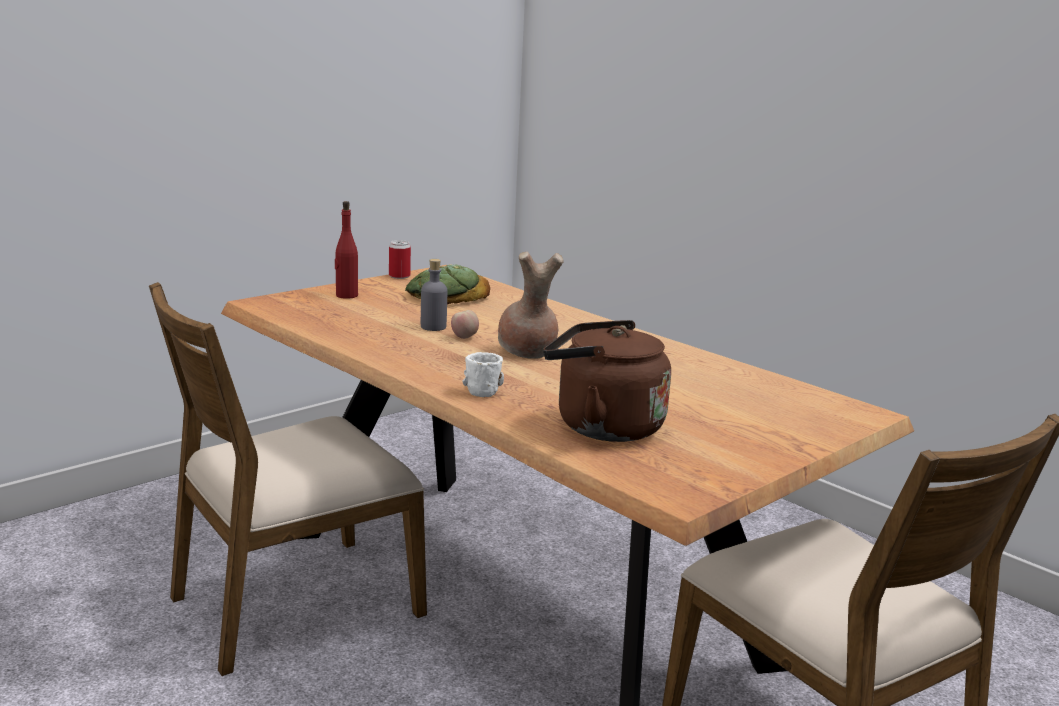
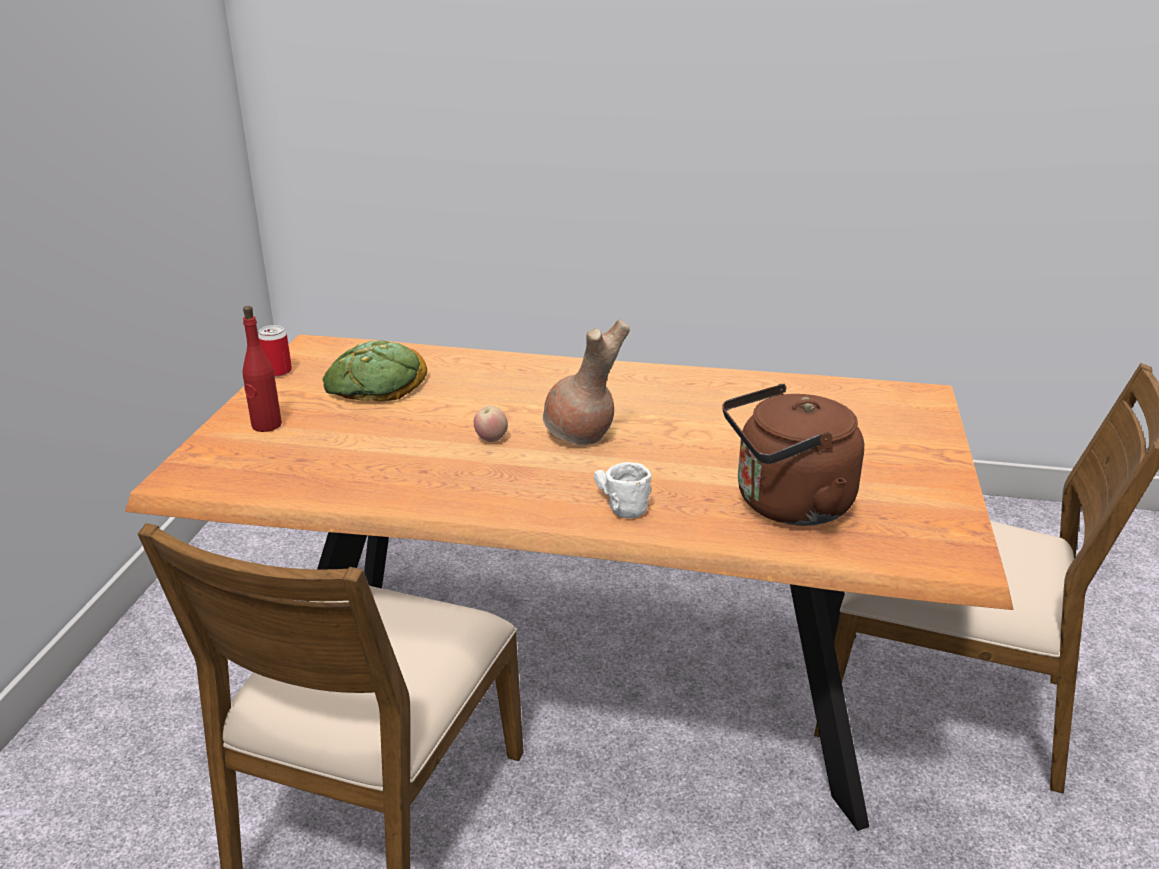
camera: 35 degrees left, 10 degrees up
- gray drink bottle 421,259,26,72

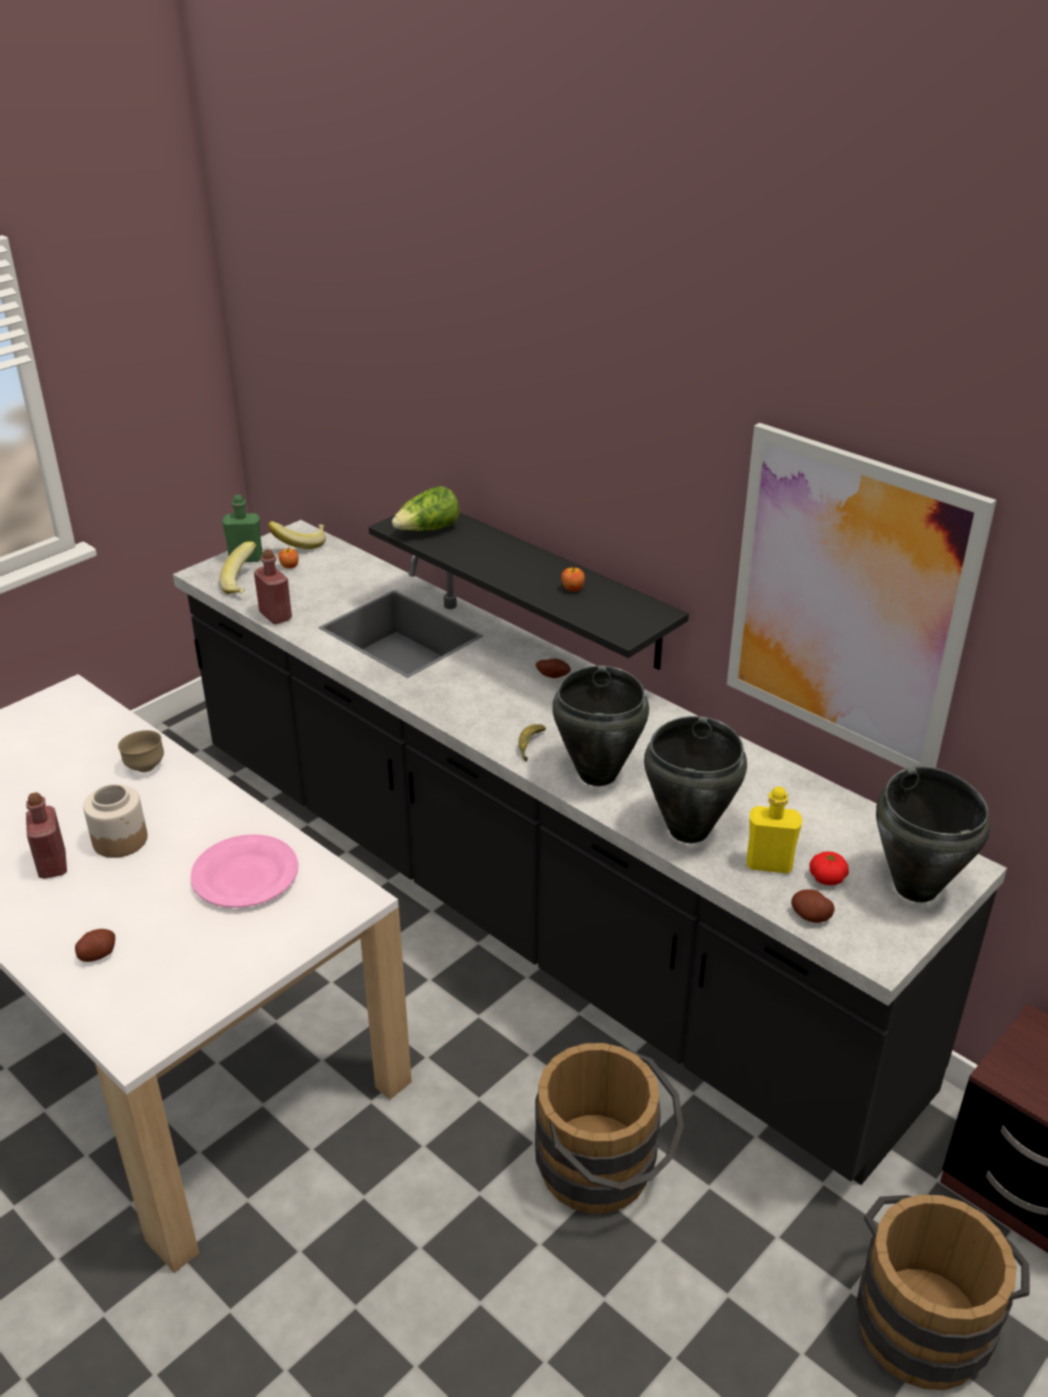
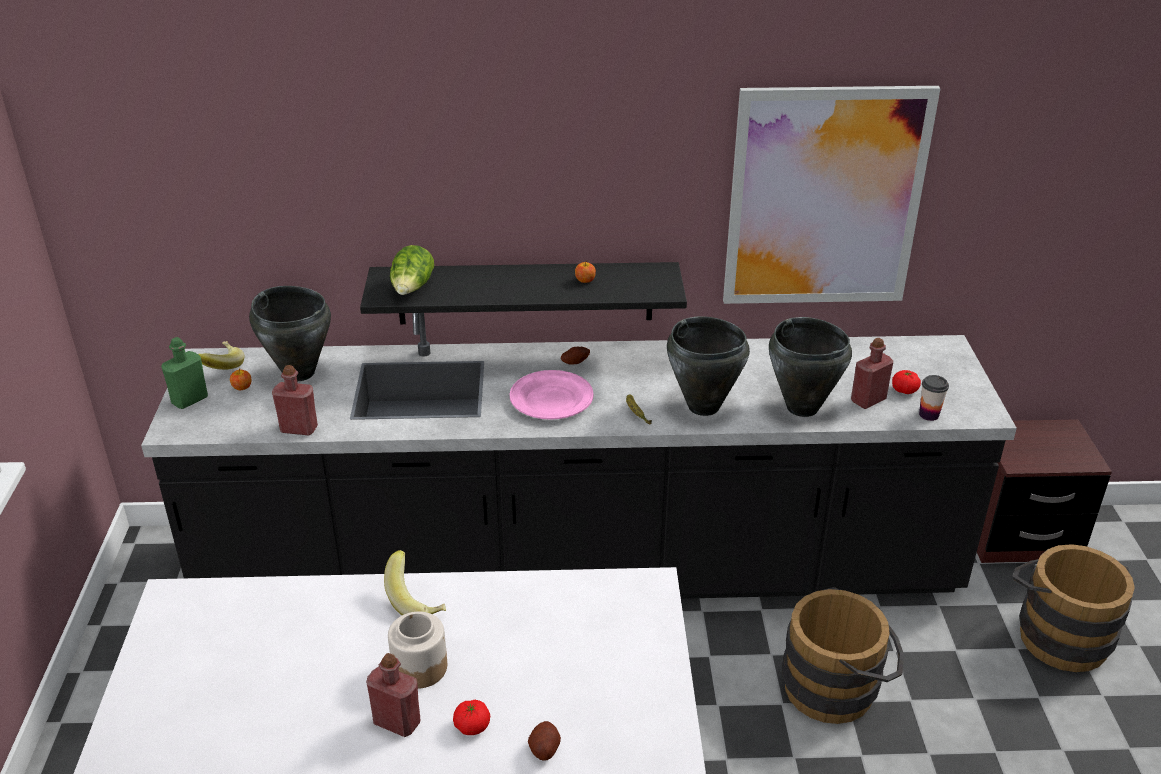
camera: 45 degrees left, 0 degrees up
- brown-coloured deep dish 118,730,46,42
~ pink-coloured flat dish 190,834,108,74 to 510,370,84,50
~ banana 219,541,37,53 to 384,550,62,65
~ yellow drink bottle 747,787,55,86 to red-coloured drink bottle 851,338,42,71
~ potato 791,889,44,34 to drinking cup 919,375,30,46
~ black stockpot 876,766,114,136 to 249,286,82,95
+ tomato 453,700,37,35

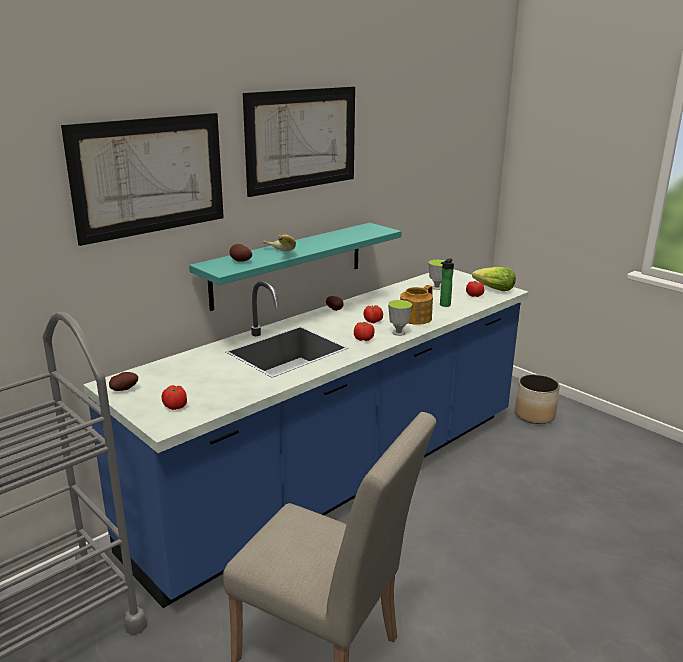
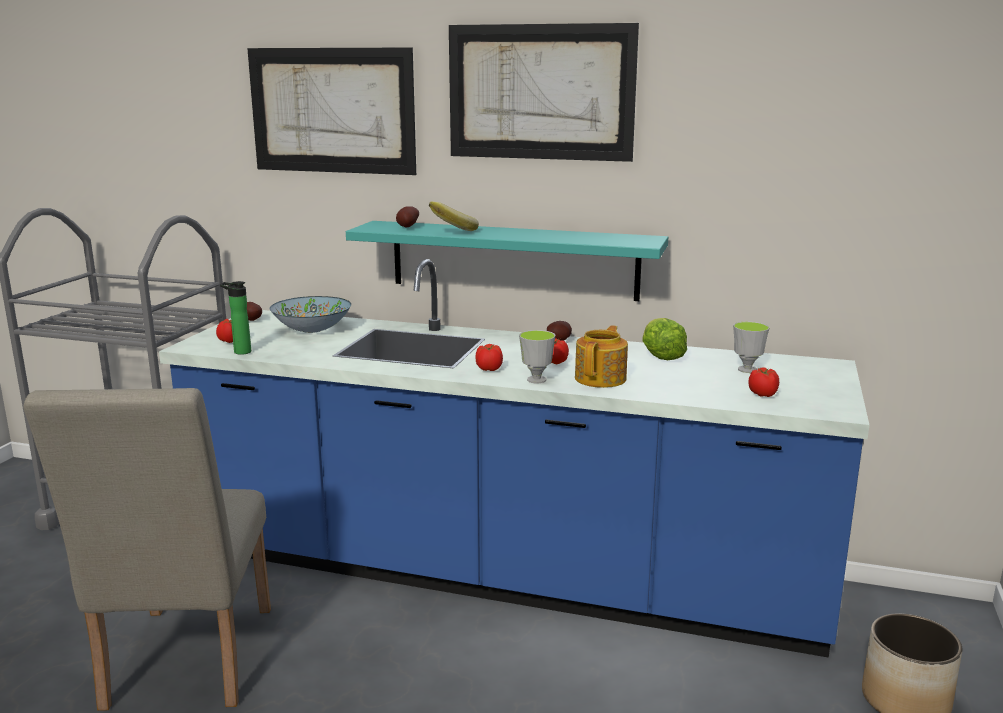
camera: 60 degrees right, 5 degrees down
~ pot for tea 400,285,33,40 = 575,325,53,63 105 degrees clockwise
~ drink bottle 440,258,14,49 to 220,281,31,74
~ lettuce head 472,267,44,24 to 643,318,44,42
+ deep dish 270,296,81,37

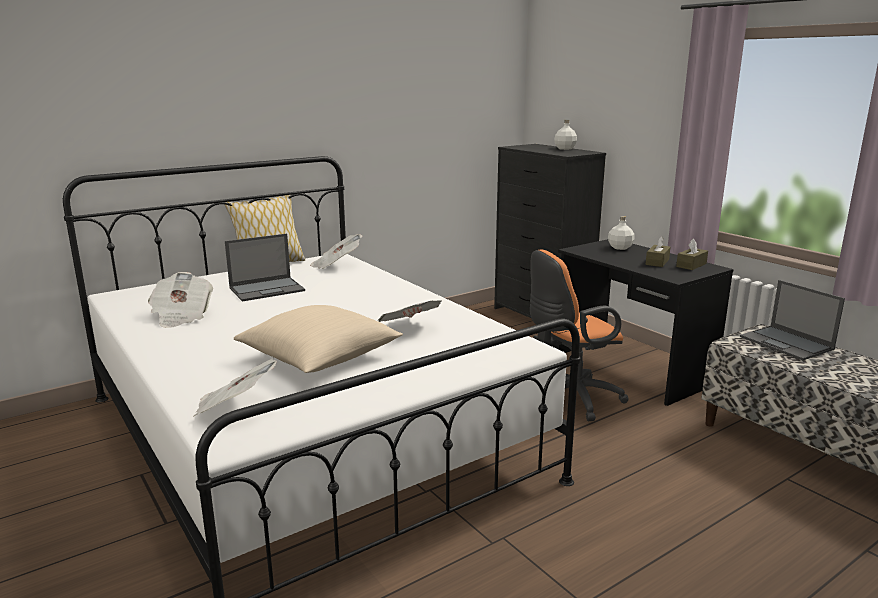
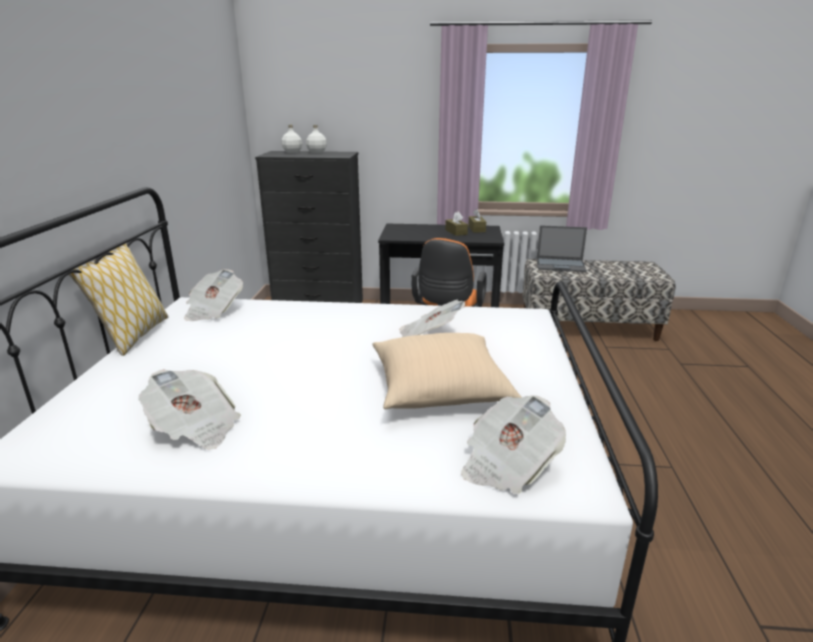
camera: 50 degrees left, 5 degrees up
- notebook computer 225,234,80,67
~ white drink bottle 608,216,27,34 to 281,125,21,28

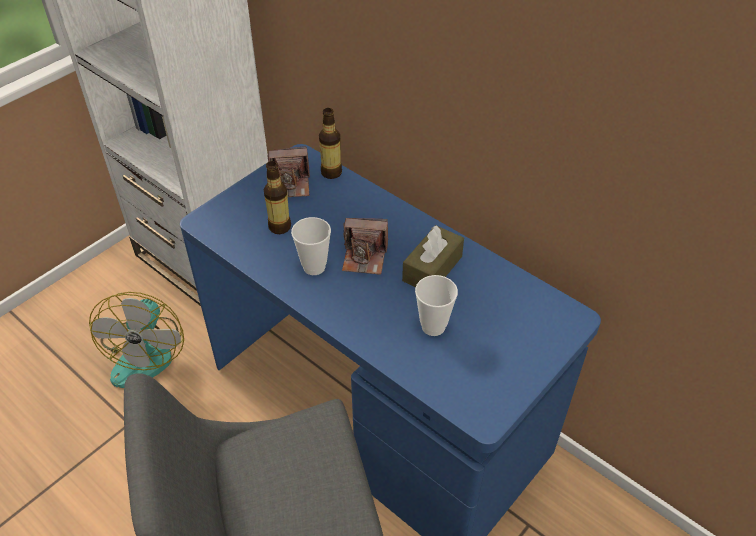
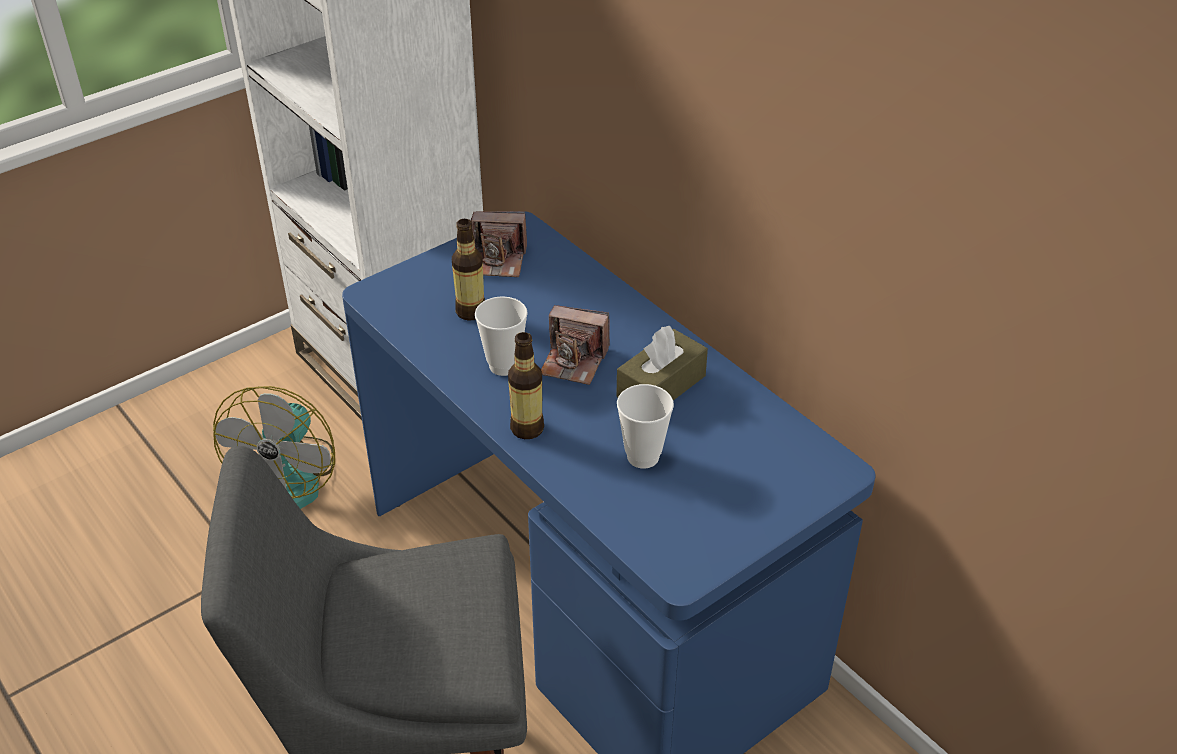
camera: 10 degrees right, 5 degrees down
~ drink bottle 319,108,23,71 to 508,332,36,107

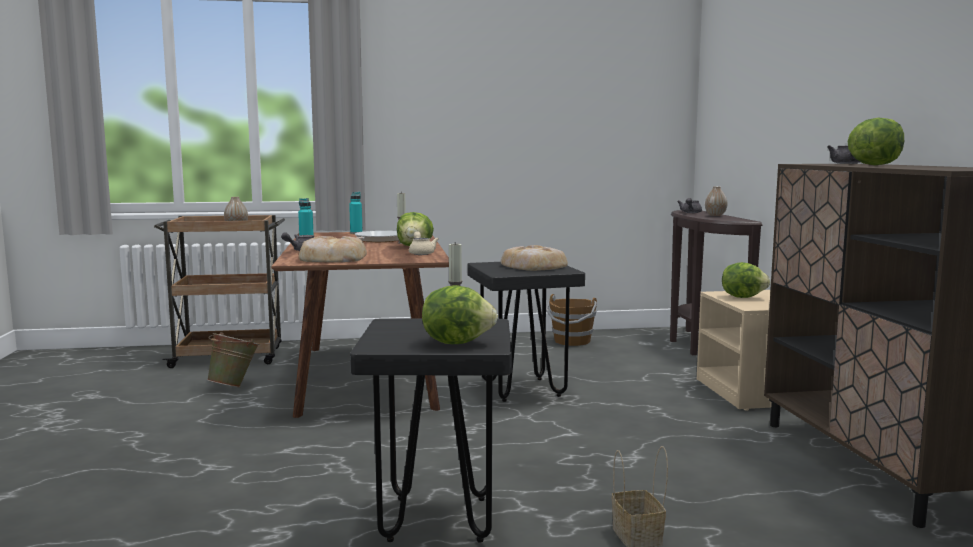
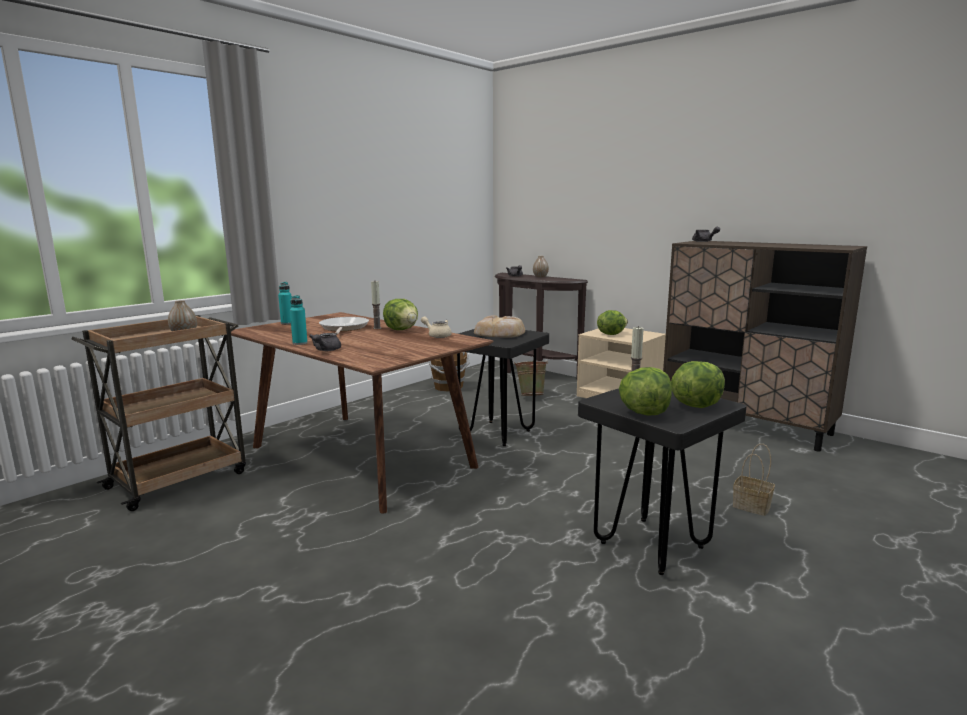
camera: 40 degrees left, 5 degrees up
~ green bucket 207,332,53,55 to 514,361,34,35
- bakery bread 299,236,68,26
~ lettuce head 848,118,56,47 to 619,367,53,49

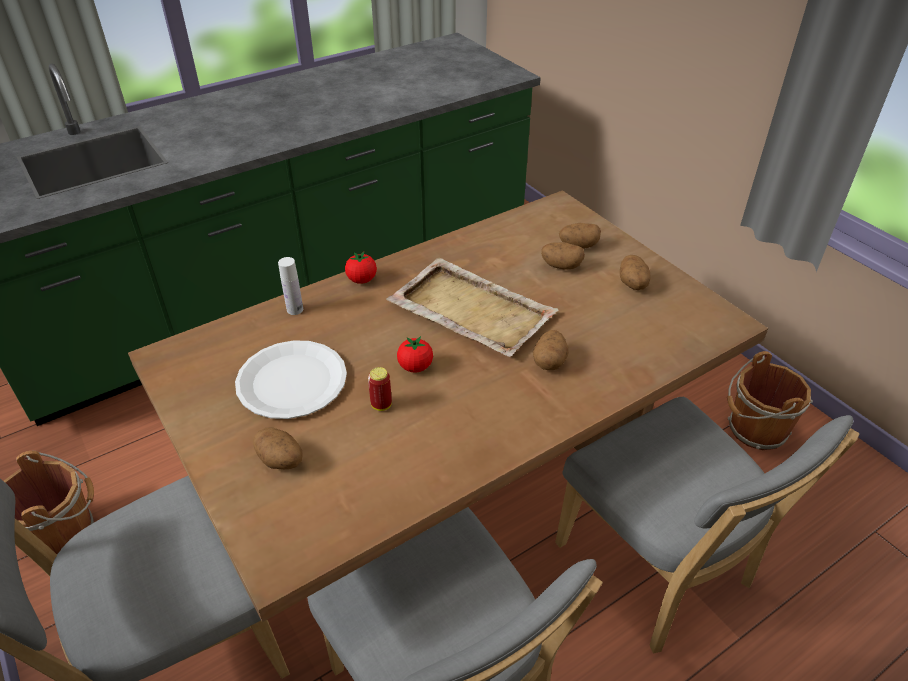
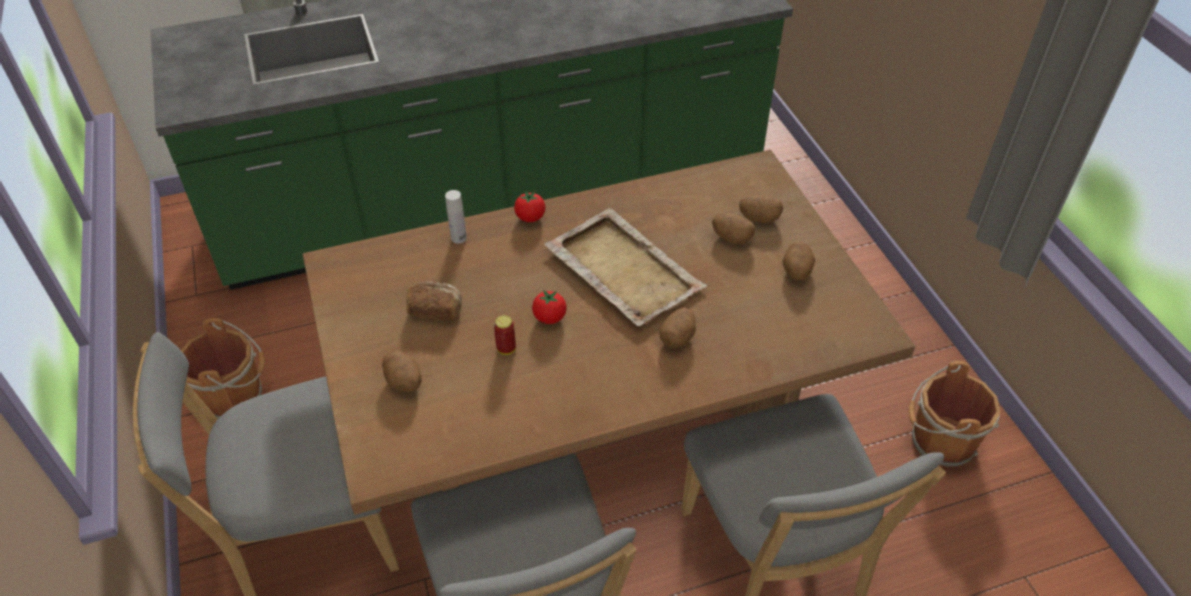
camera: 15 degrees right, 5 degrees up
~ white flat dish 235,340,112,79 to bakery bread 406,281,56,40

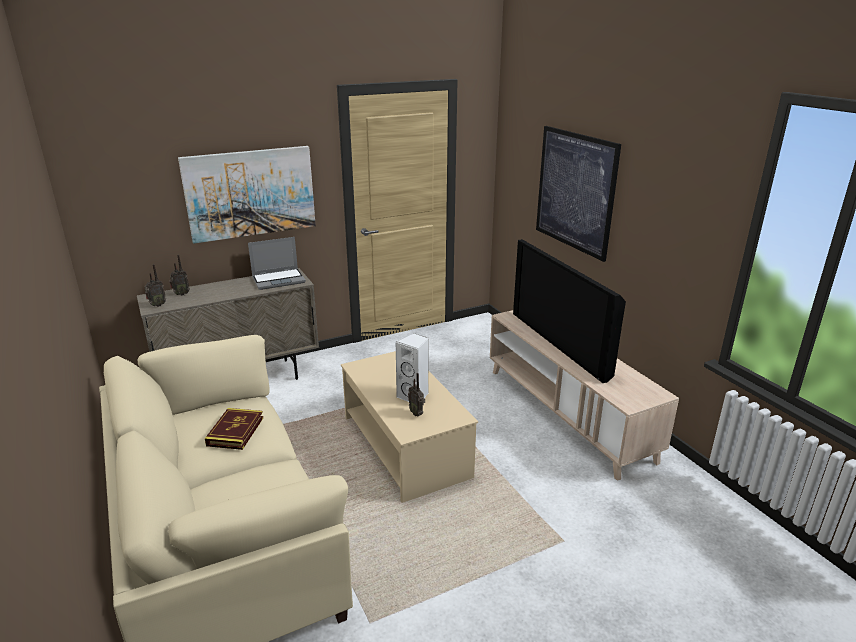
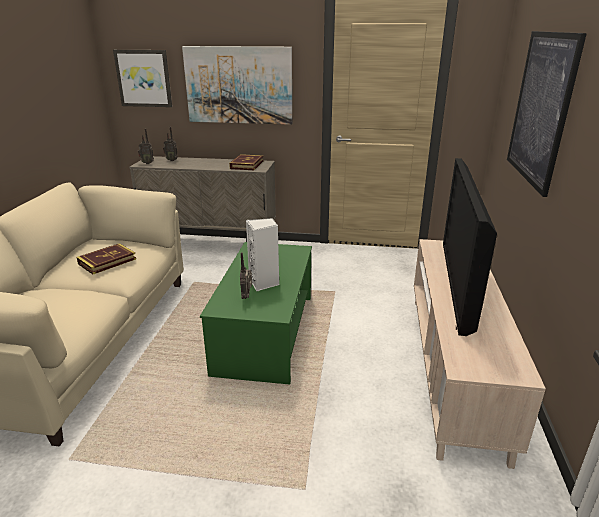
camera: 35 degrees right, 0 degrees up
~ notebook computer 248,237,58,53 to book 229,154,34,16
~ beige-coloured lounge table 341,351,137,152 to green lounge table 200,242,112,143
+ wall art 113,50,59,57

